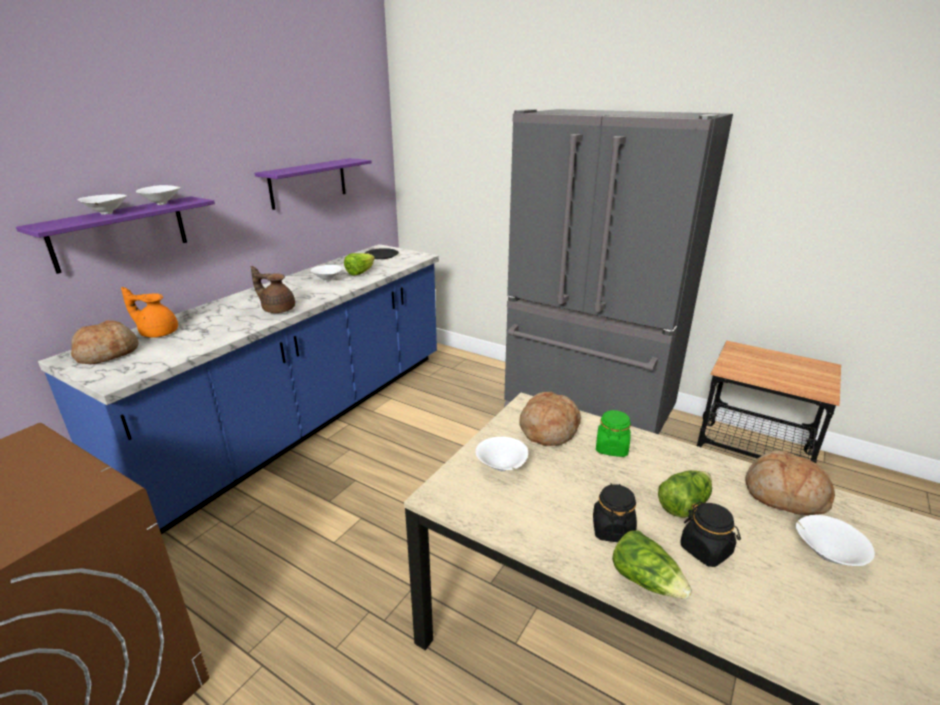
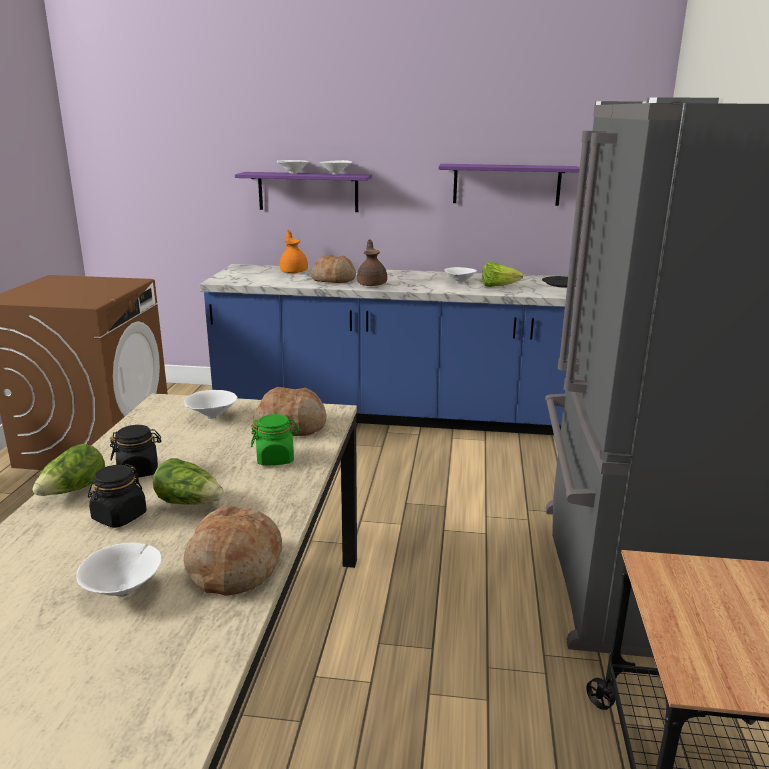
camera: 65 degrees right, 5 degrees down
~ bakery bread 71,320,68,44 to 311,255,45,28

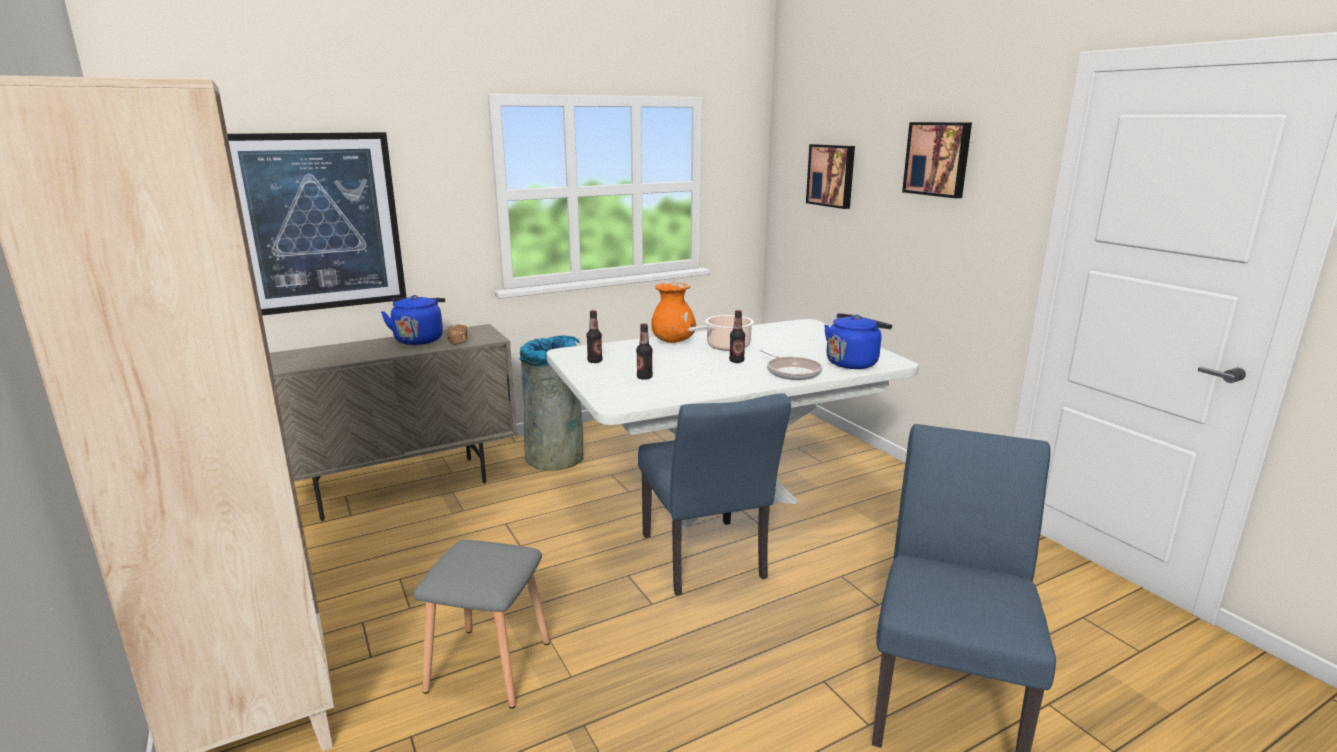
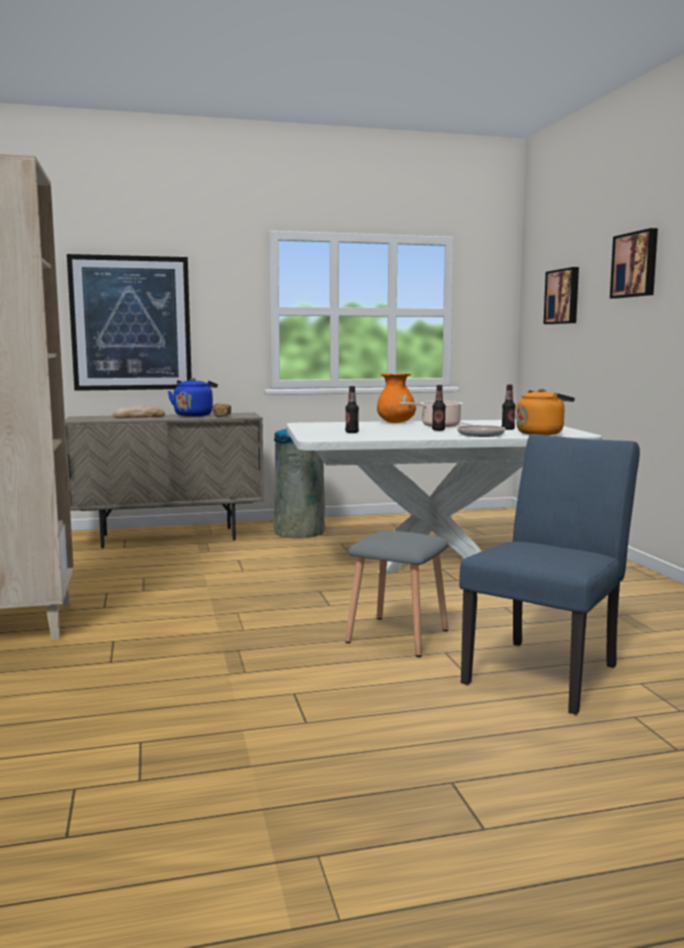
camera: 15 degrees right, 10 degrees down
~ gray sitting stool 413,540,137,169 to 345,530,104,127
~ drink bottle 586,310,16,53 to 502,384,14,46
- blue chair 638,393,153,202
~ blue water kettle 824,313,68,56 to orange-coloured water kettle 516,389,59,46
+ bakery bread 113,405,52,13

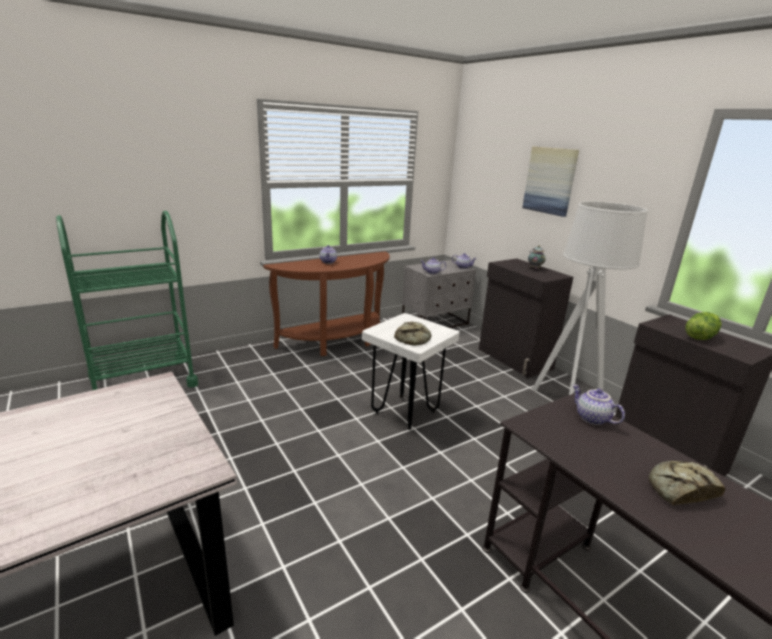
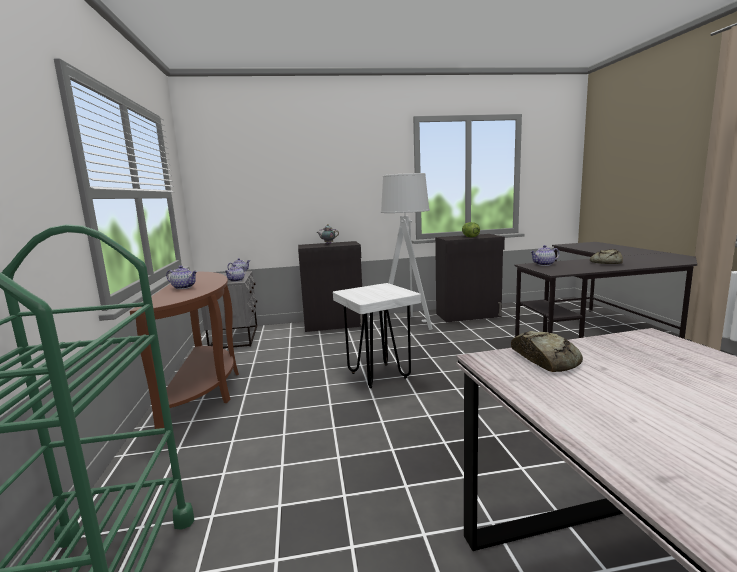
camera: 65 degrees left, 10 degrees down
~ bakery bread 394,322,38,24 to 511,331,72,41
- wall art 522,146,57,71

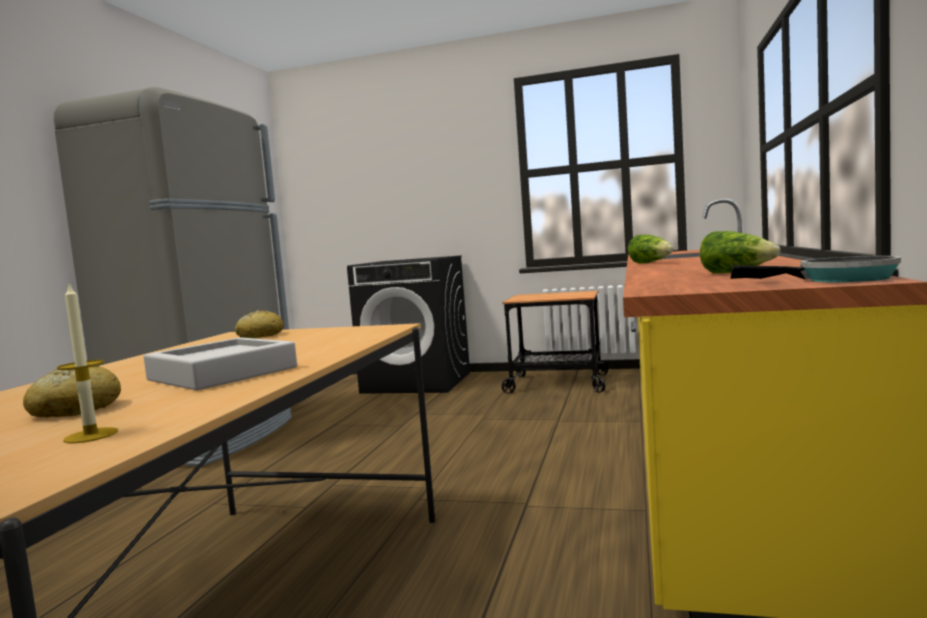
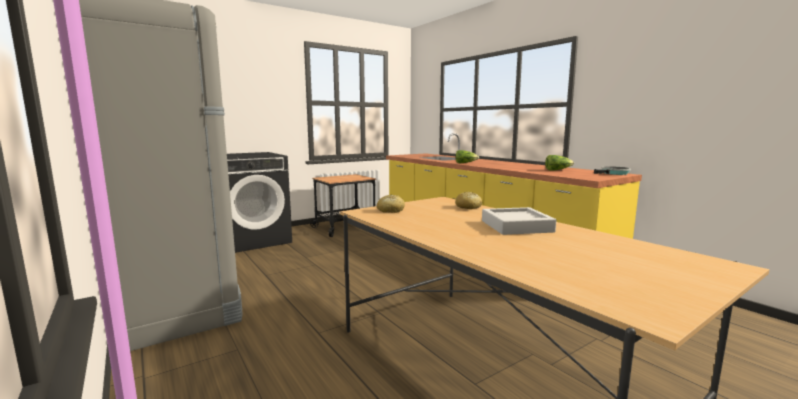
camera: 50 degrees left, 5 degrees up
~ bakery bread 23,366,98,52 to 455,192,28,17
- wax light 57,283,61,160

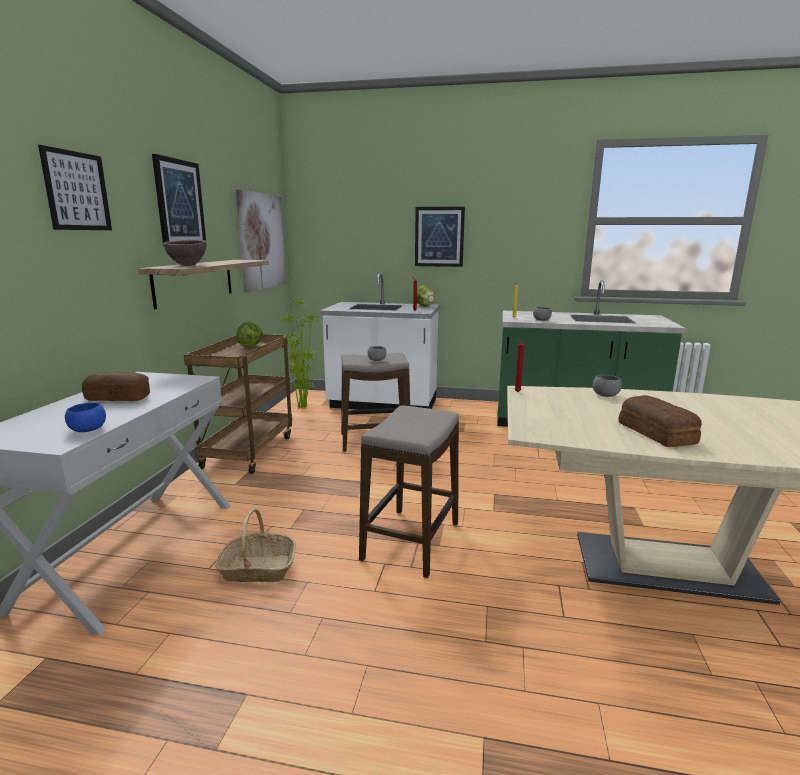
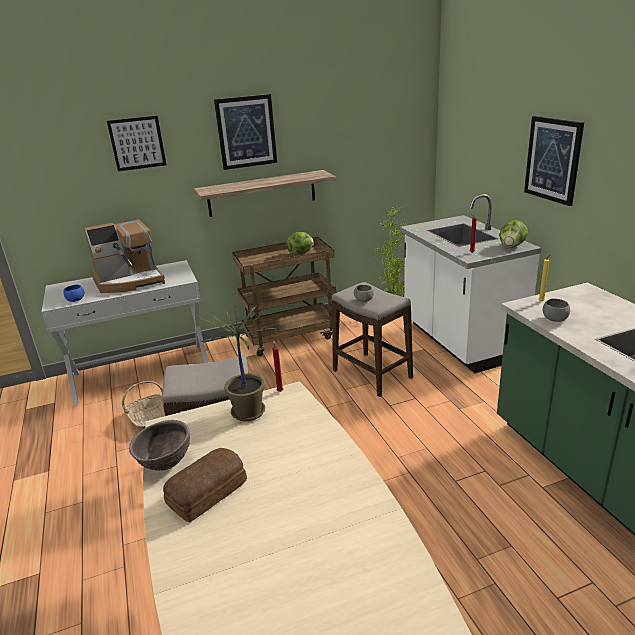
camera: 60 degrees right, 10 degrees up
~ bakery bread 82,372,68,29 to coffee maker 84,219,81,74
~ brown-coloured deep dish 163,240,44,26 to 129,420,61,51
- wall art 236,189,50,103
- gray deep dish 593,375,29,22
+ plant in a pot 201,305,78,116

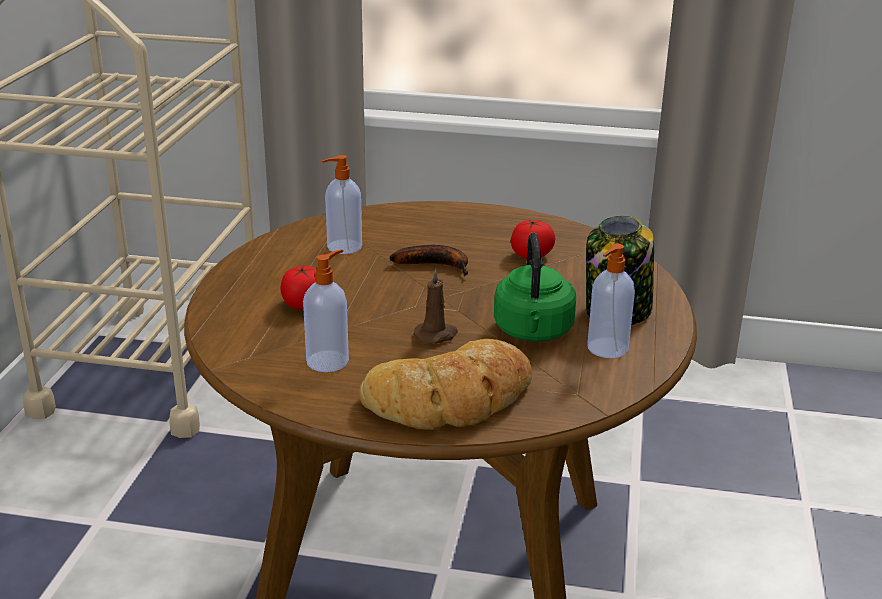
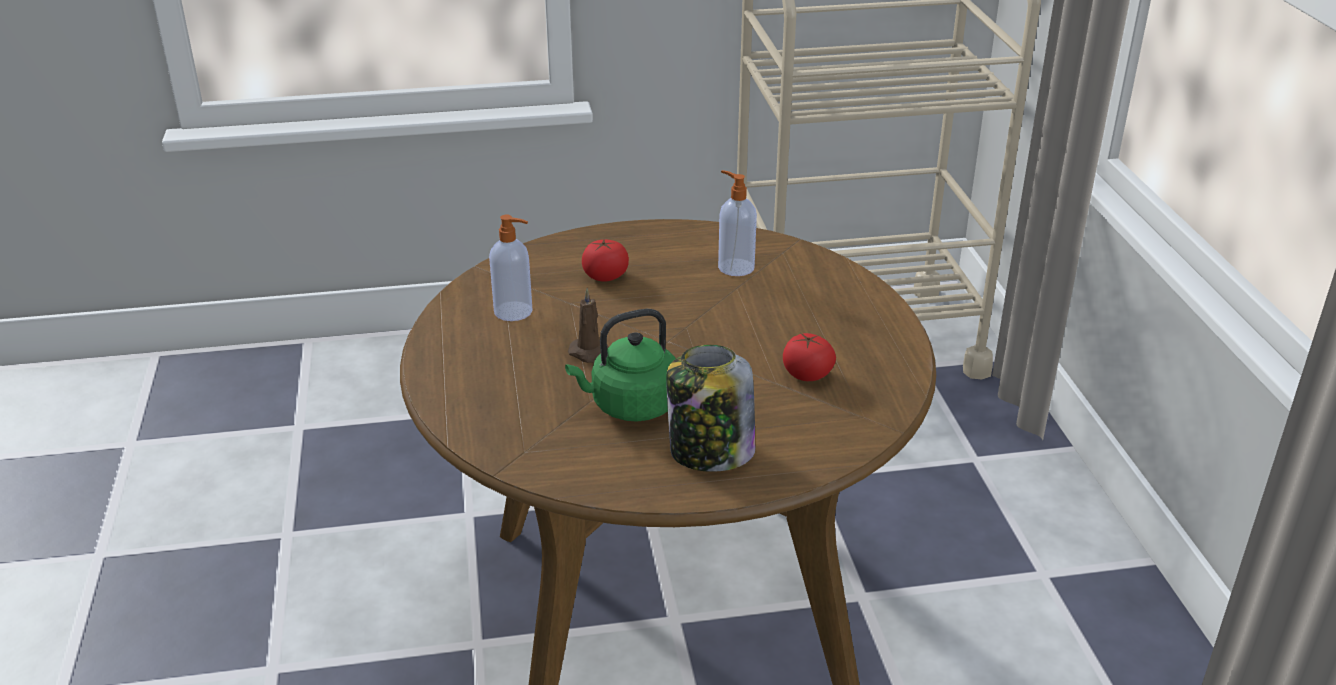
camera: 70 degrees right, 5 degrees up
- bakery bread 359,339,173,91
- banana 390,245,78,32
- liquid soap bottle 587,243,48,115

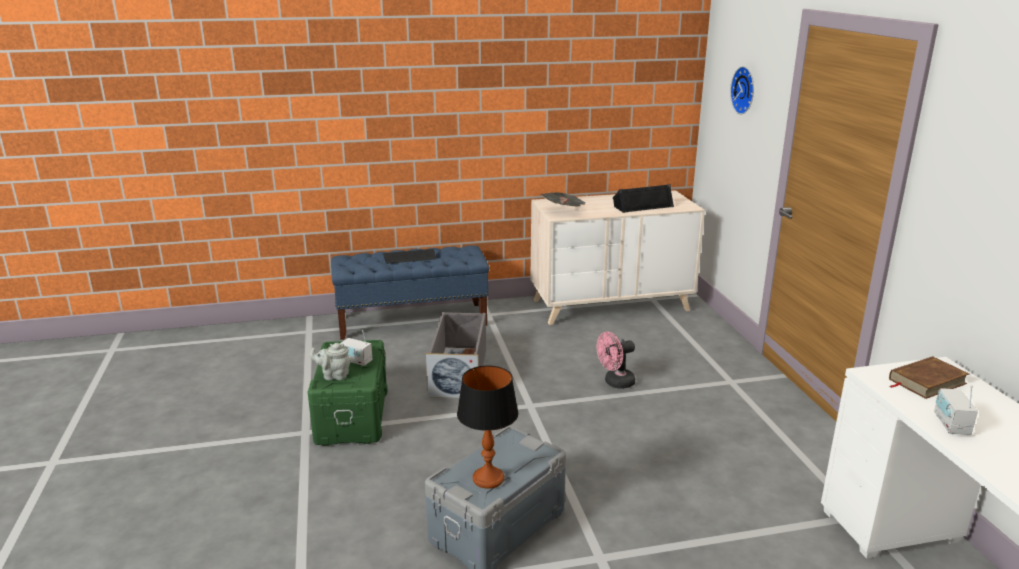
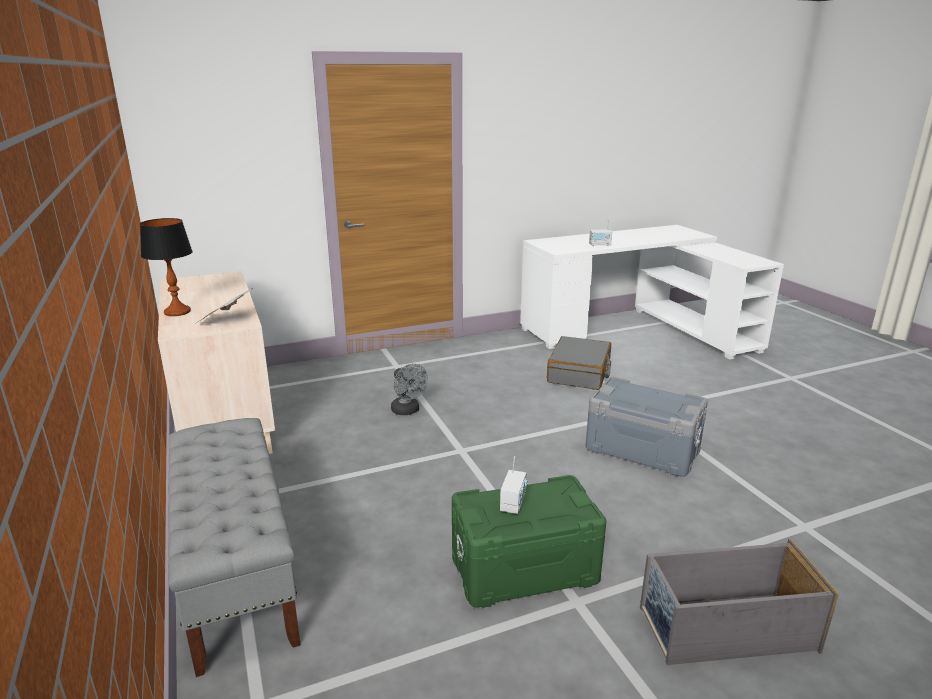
camera: 100 degrees left, 0 degrees up
- gray pot for tea 310,343,41,37
~ blue long seat 331,245,158,95 to gray long seat 168,418,133,259
- PC keyboard 383,249,53,15
~ gray storage container 426,312,60,86 to 640,539,199,126
~ table lamp 457,366,61,123 to 140,218,53,98
~ pink-coloured fan 597,332,38,57 to gray fan 391,364,37,51
- black loudspeaker 613,184,61,29
- wall clock 730,66,24,48
- brown-coloured book 889,356,80,43
+ gray suitcase 547,336,64,54

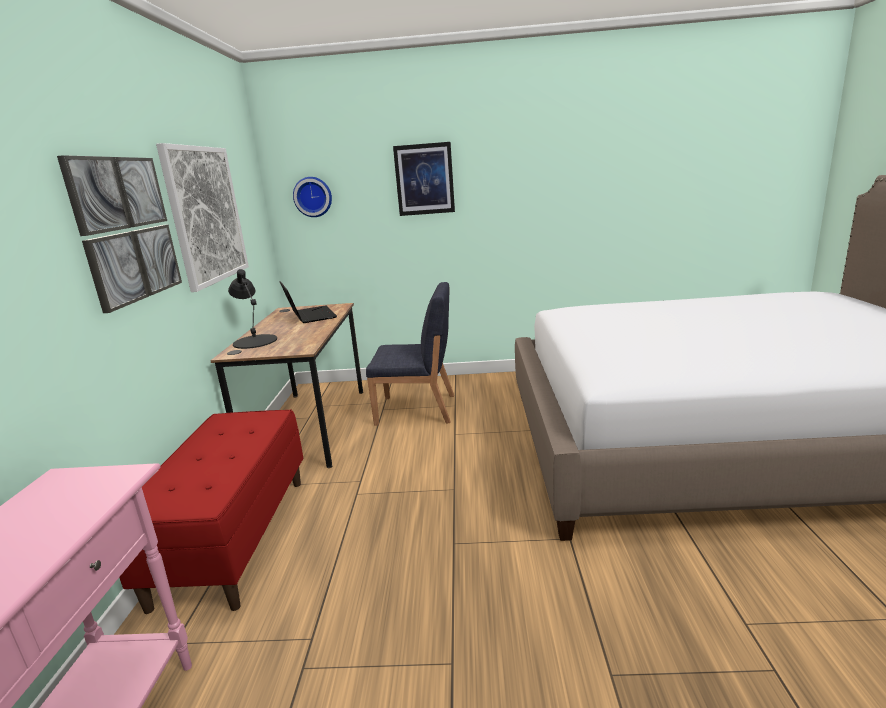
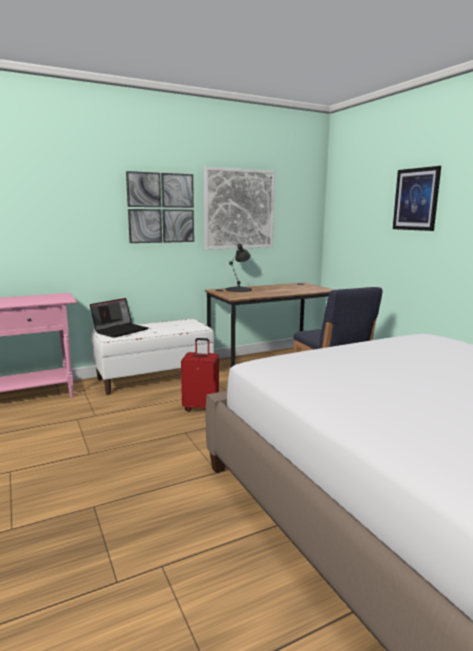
camera: 60 degrees right, 5 degrees down
~ red-coloured long seat 119,410,184,204 to white long seat 91,319,123,76
~ notebook computer 279,281,58,42 to 90,298,58,40
- wall clock 293,177,39,40
+ red-coloured suitcase 181,338,38,74

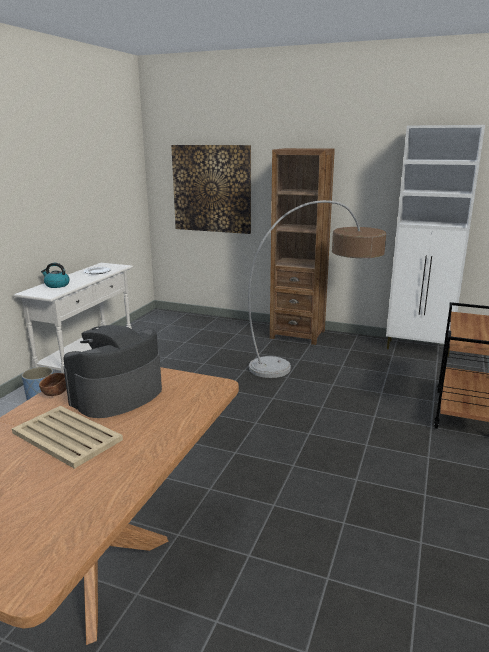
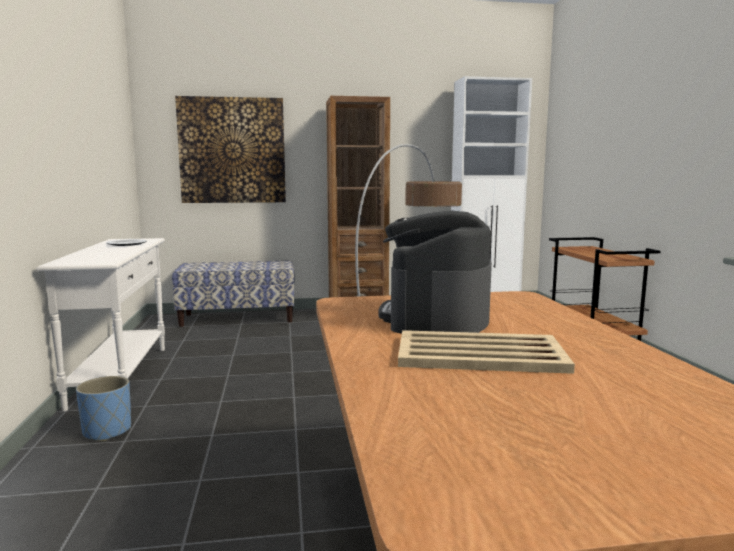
camera: 30 degrees left, 10 degrees down
- brown-coloured deep dish 39,373,27,23
- water kettle 41,263,29,25
+ long seat 172,261,123,66

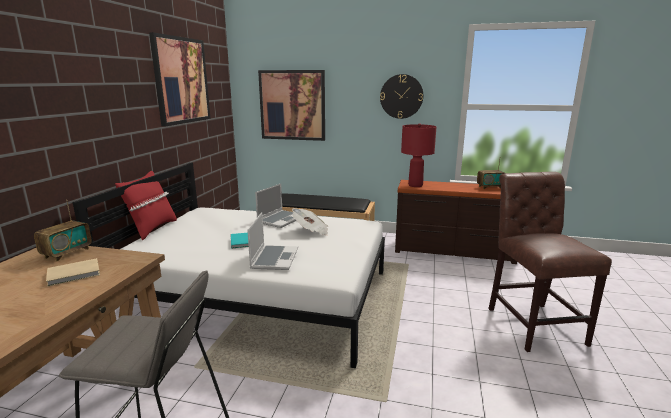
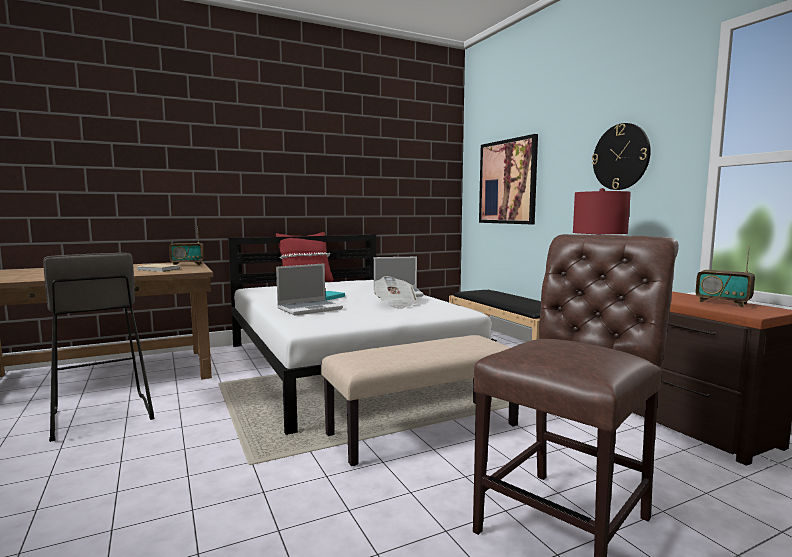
camera: 50 degrees right, 10 degrees down
- wall art 149,32,62,95
+ beige-coloured long seat 321,335,198,131

